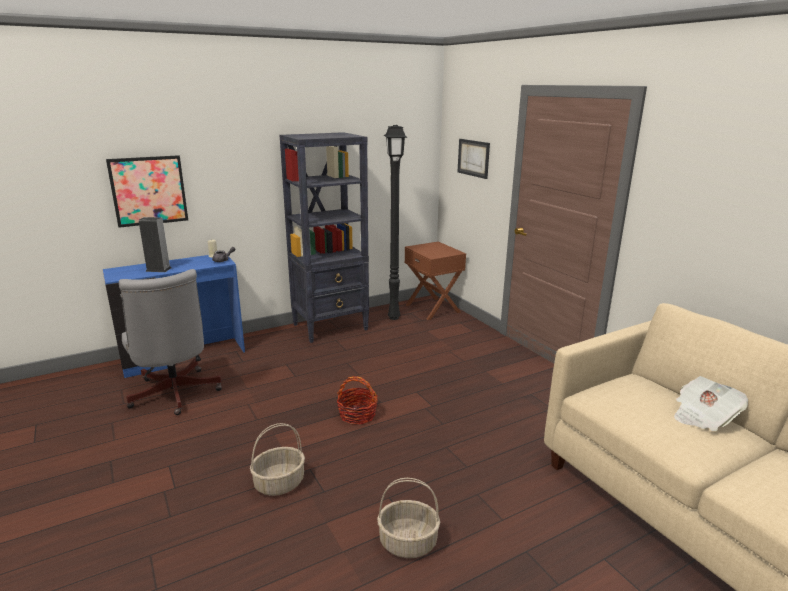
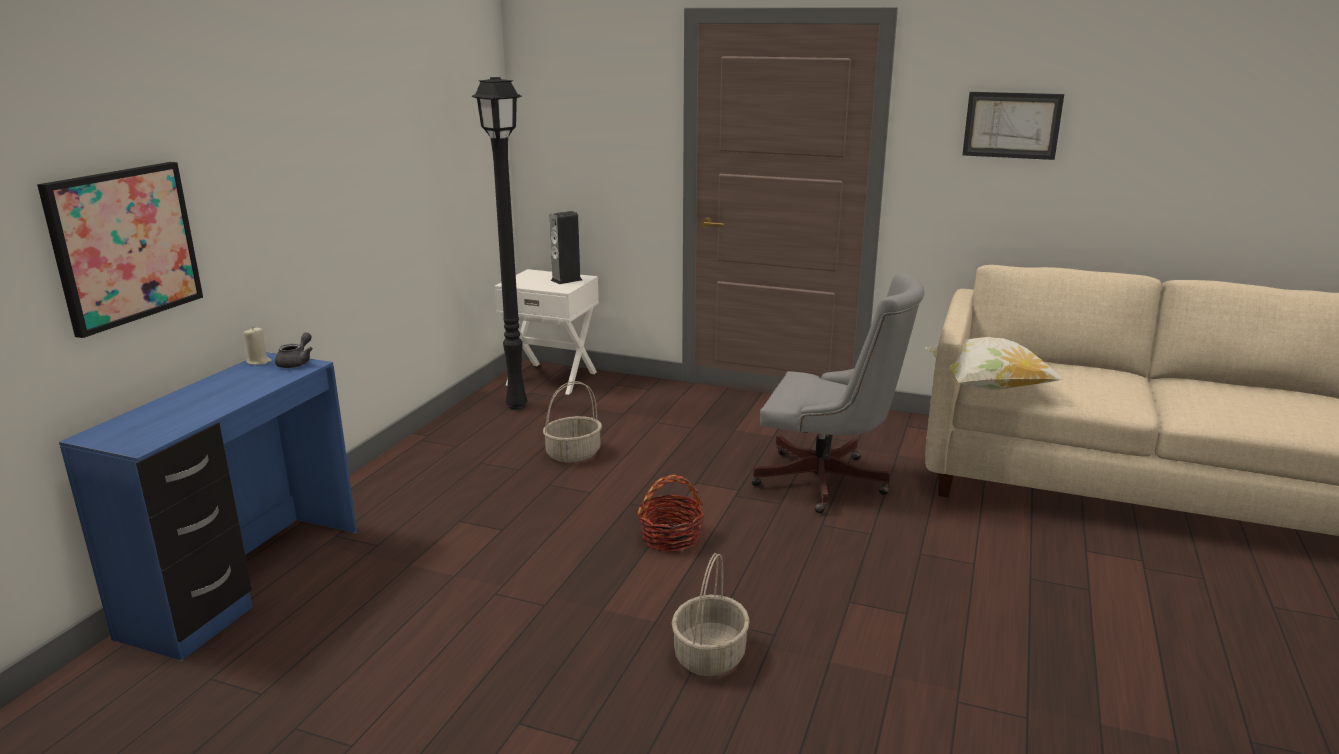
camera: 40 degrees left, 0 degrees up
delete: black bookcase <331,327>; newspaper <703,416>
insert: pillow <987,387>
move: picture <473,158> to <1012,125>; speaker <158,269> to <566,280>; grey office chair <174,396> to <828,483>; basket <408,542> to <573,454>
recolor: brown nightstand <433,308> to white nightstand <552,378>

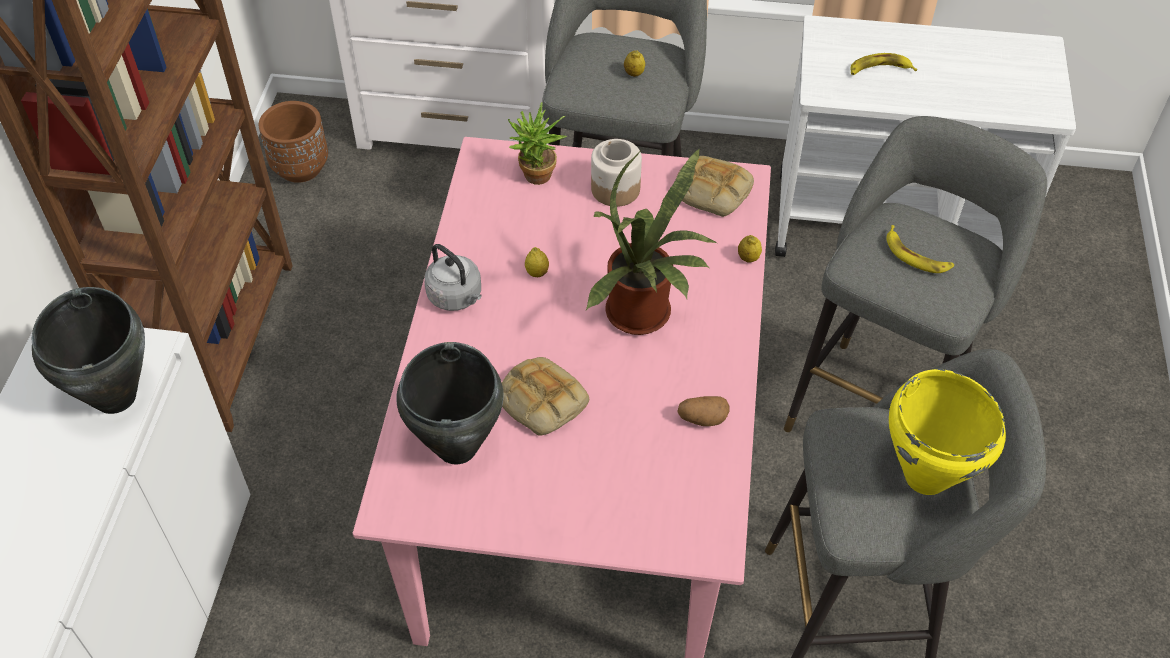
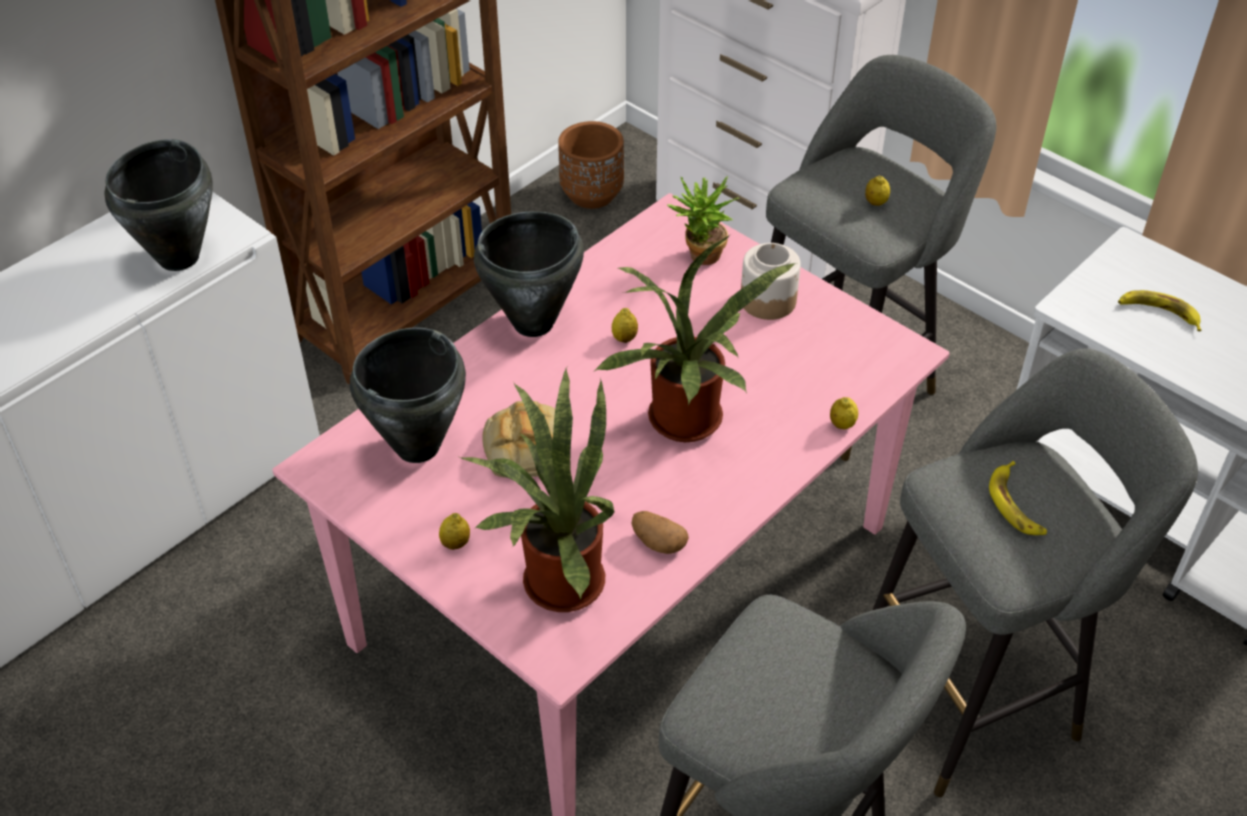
camera: 35 degrees right, 5 degrees down
delete: bread <710,191>; yellow cooking pot <926,476>
insert: potted plant <555,581>; lemon <455,543>
replace: grey kettle <457,297> to black cooking pot <534,323>

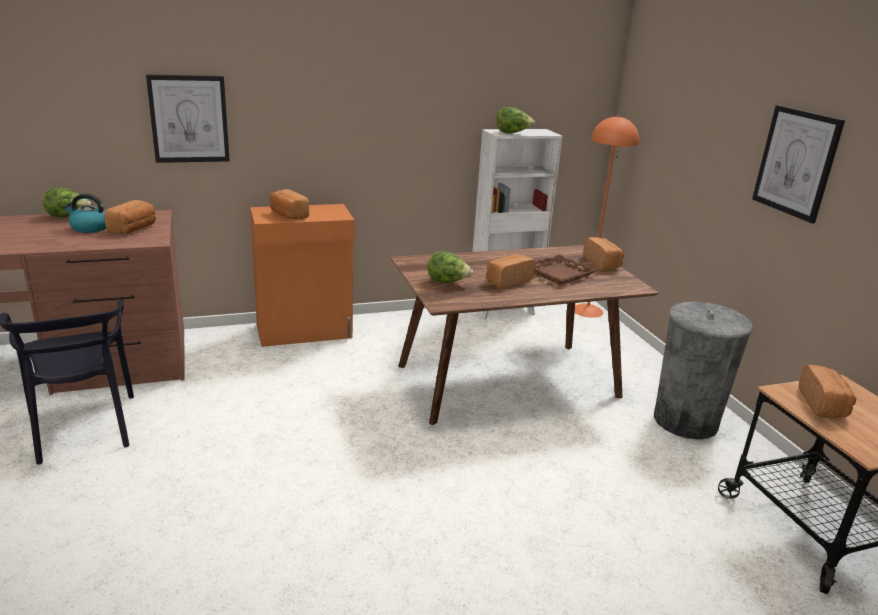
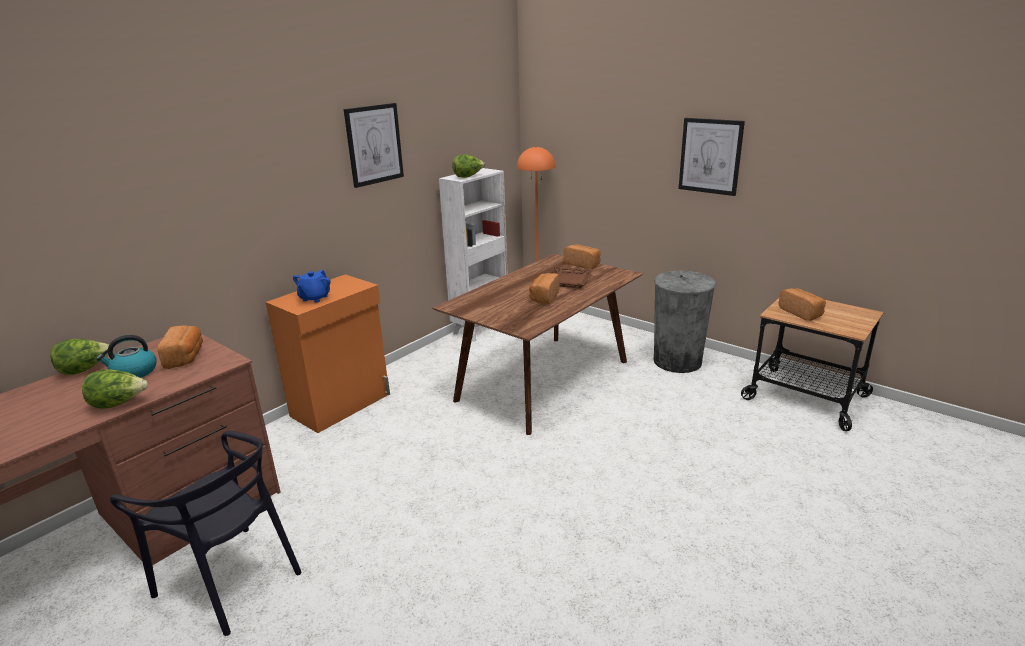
camera: 30 degrees left, 0 degrees up
move: picture <189,119> to <374,144>; lettuce <447,282> to <119,404>
replace: bread <288,215> to blue teapot <314,298>

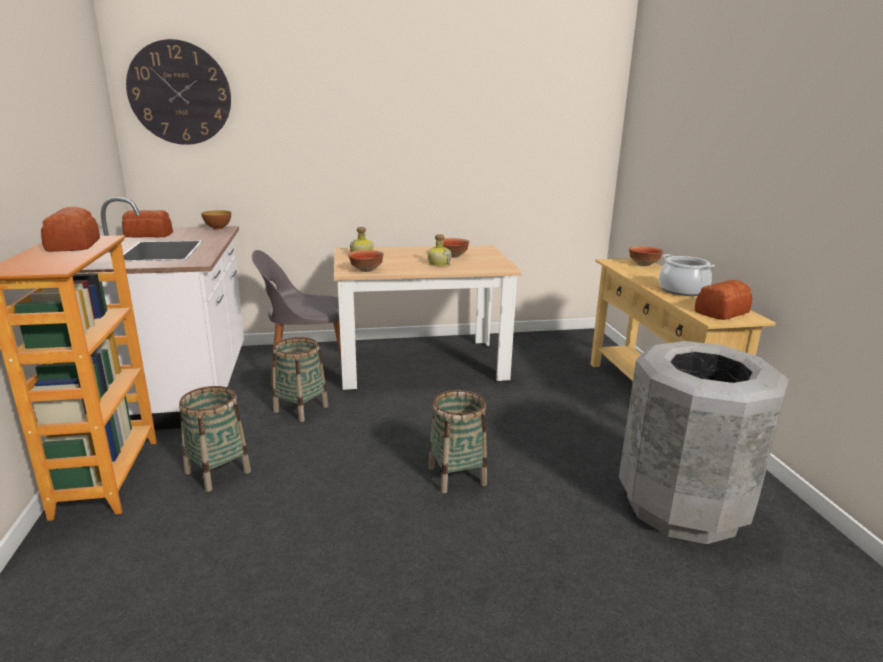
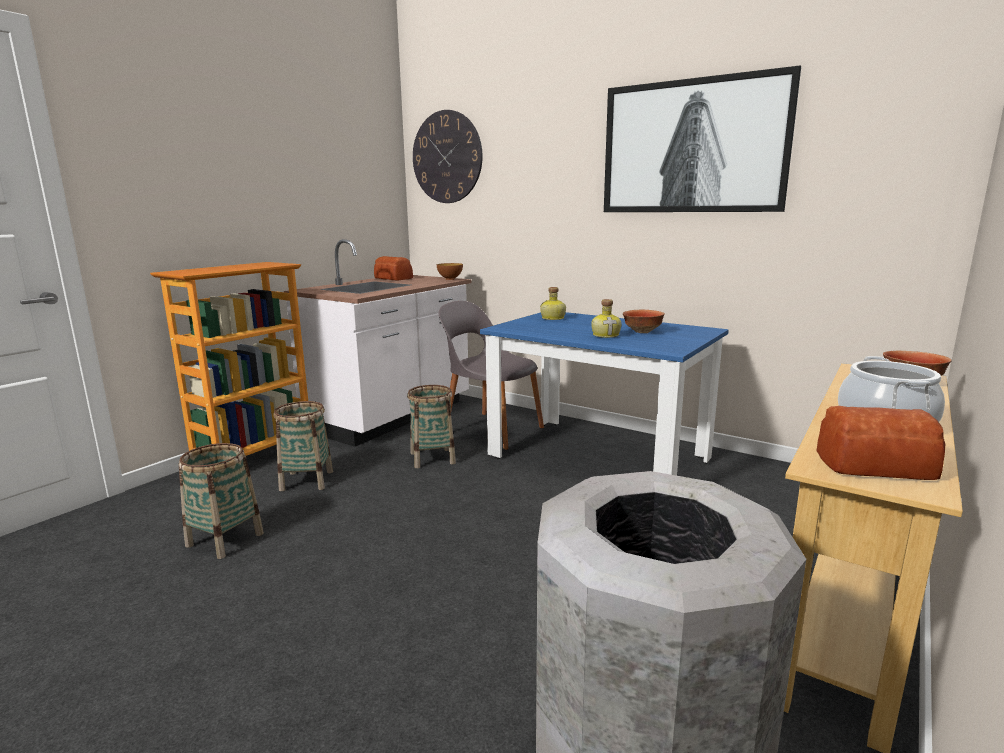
camera: 45 degrees right, 5 degrees down
delete: bread <72,245>; bowl <366,270>
insert: picture <693,147>
move: basket <457,476> to <225,540>
recolor: beige dining table <421,364> to blue dining table <598,457>

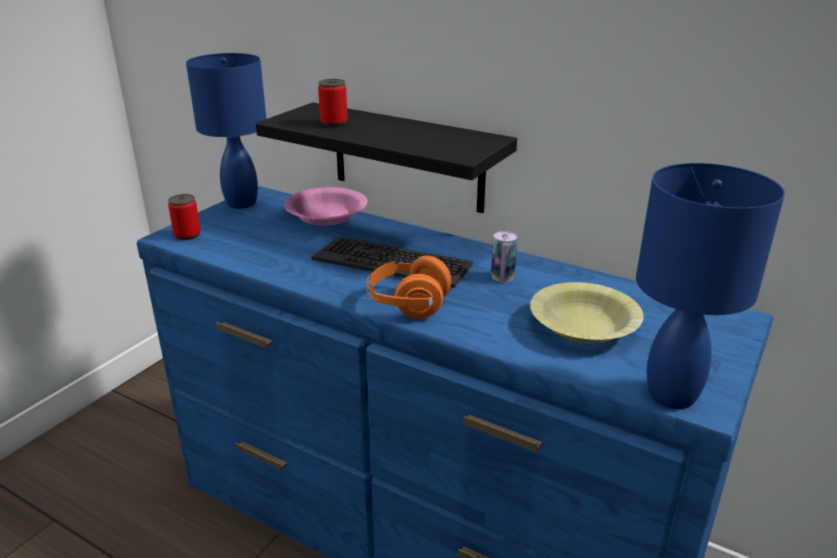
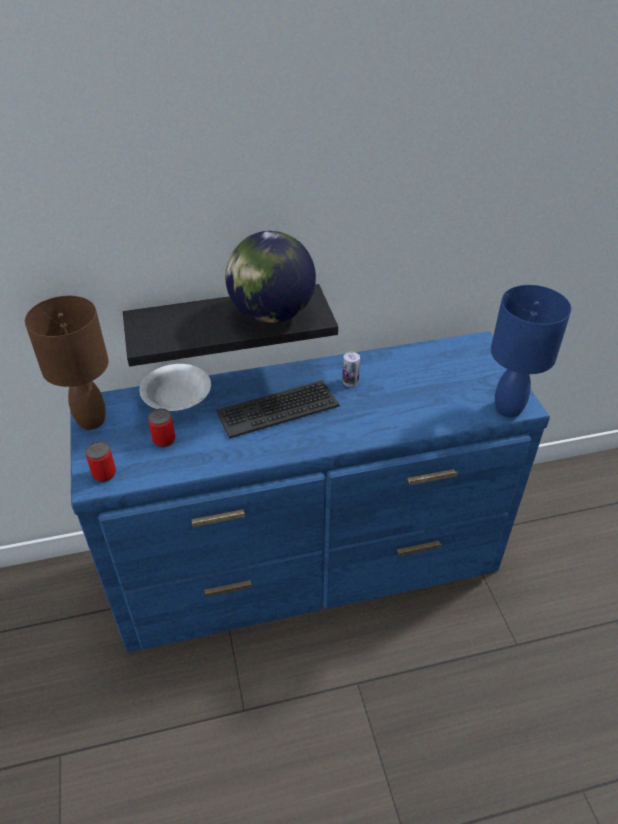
camera: 45 degrees left, 15 degrees up
delete: orange headphones <407,304>; yellow bowl <583,327>
insert: globe <272,314>
move: can <334,122> to <164,440>
recolor: blue table lamp <242,203> to brown table lamp <92,420>; pink bowl <326,217> to white bowl <177,396>

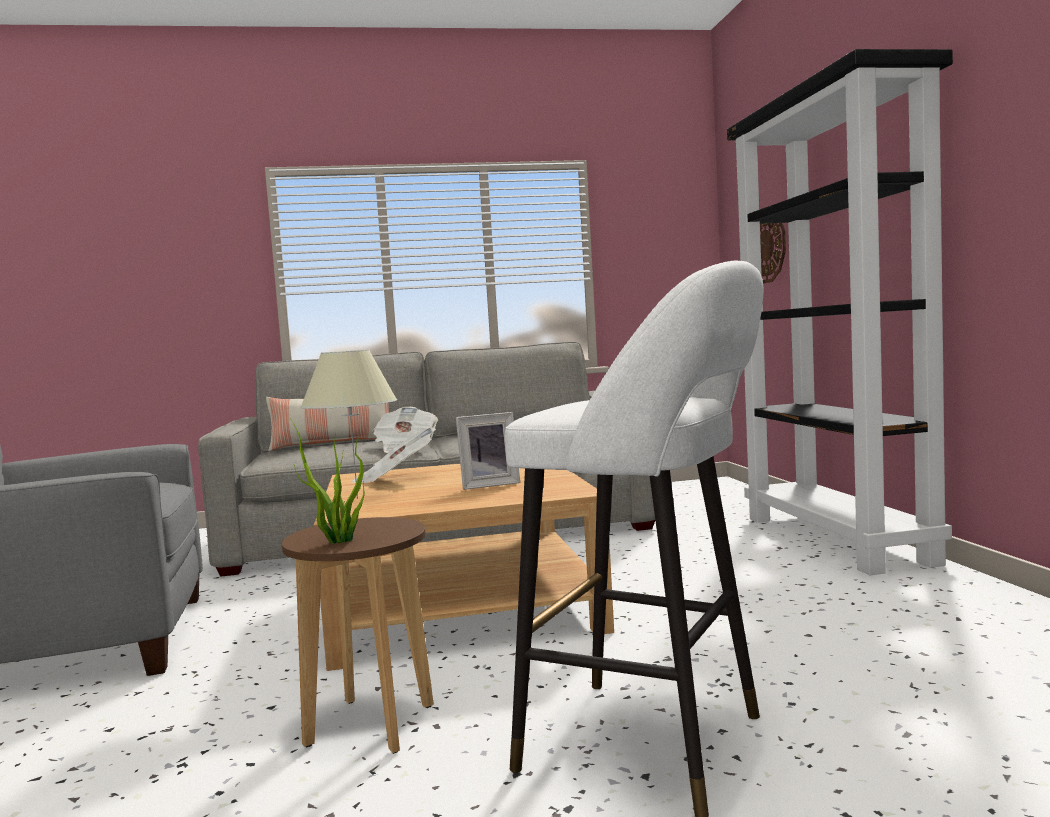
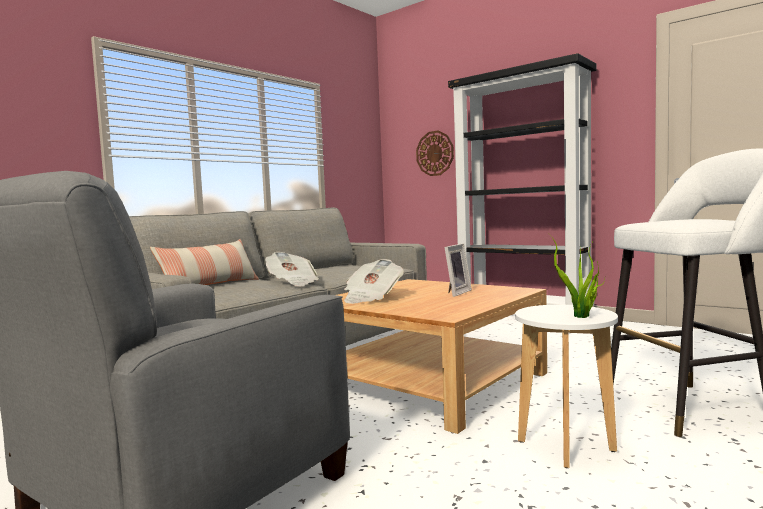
camera: 40 degrees left, 0 degrees up
delete: beige table lamp <357,498>
recolor: brown stool <369,725> to white stool <565,446>

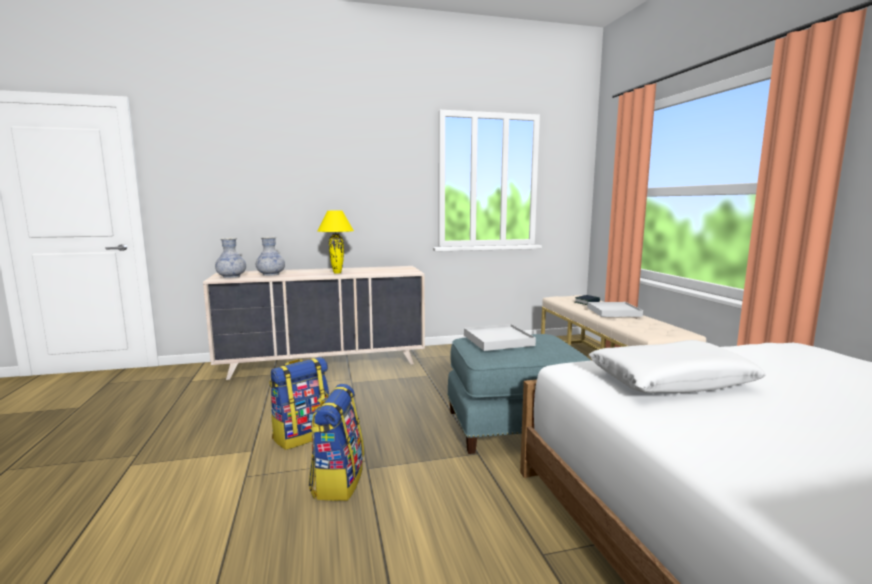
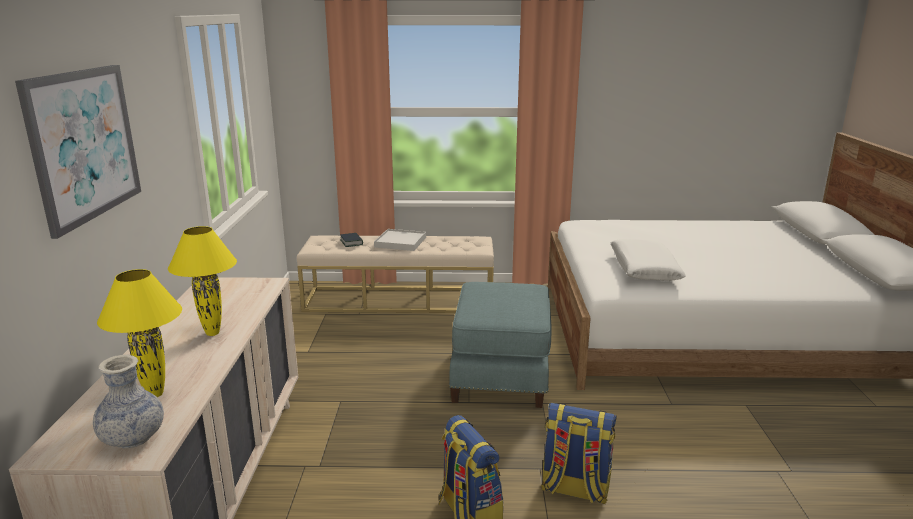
camera: 75 degrees left, 10 degrees up
delete: white tray <498,340>
insert: picture <84,144>
replace: vase <271,274> to yellow table lamp <155,394>

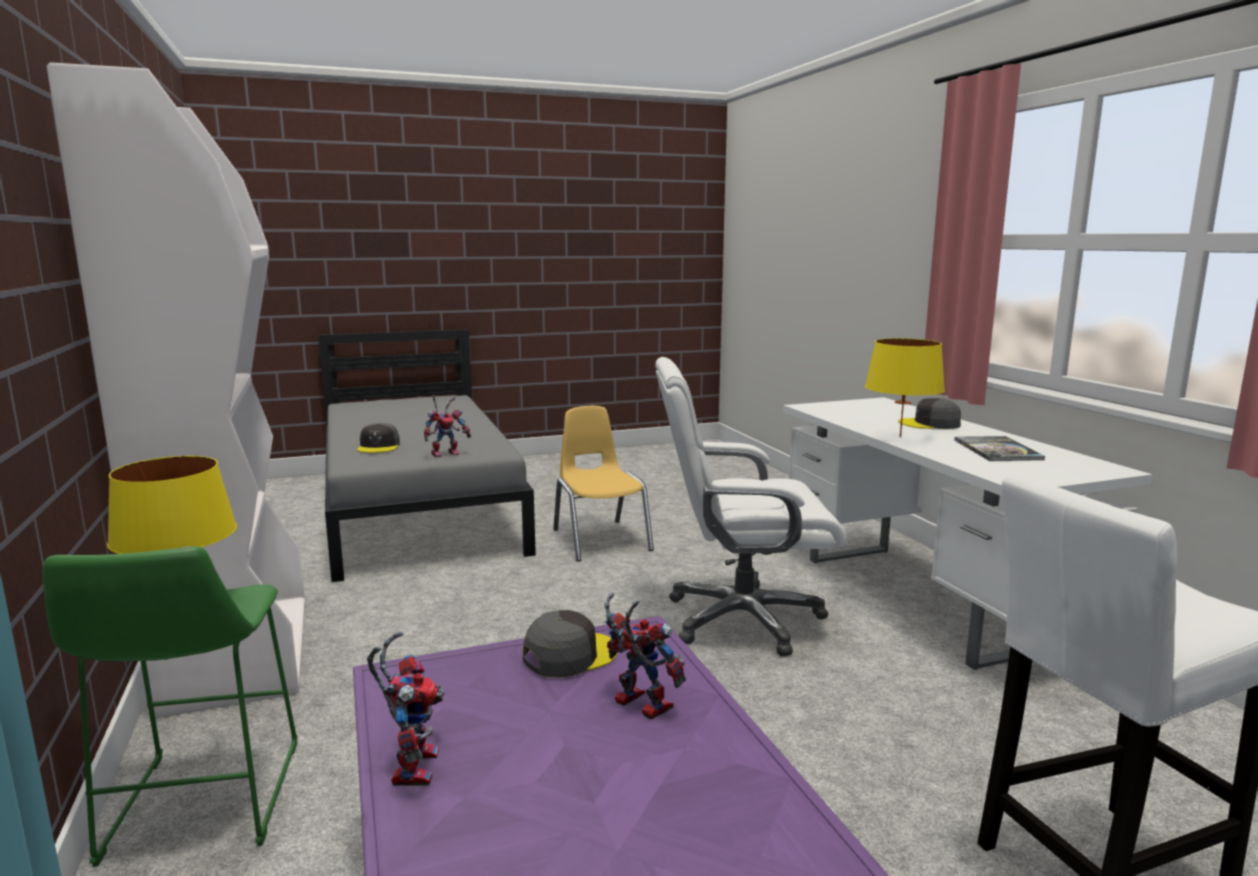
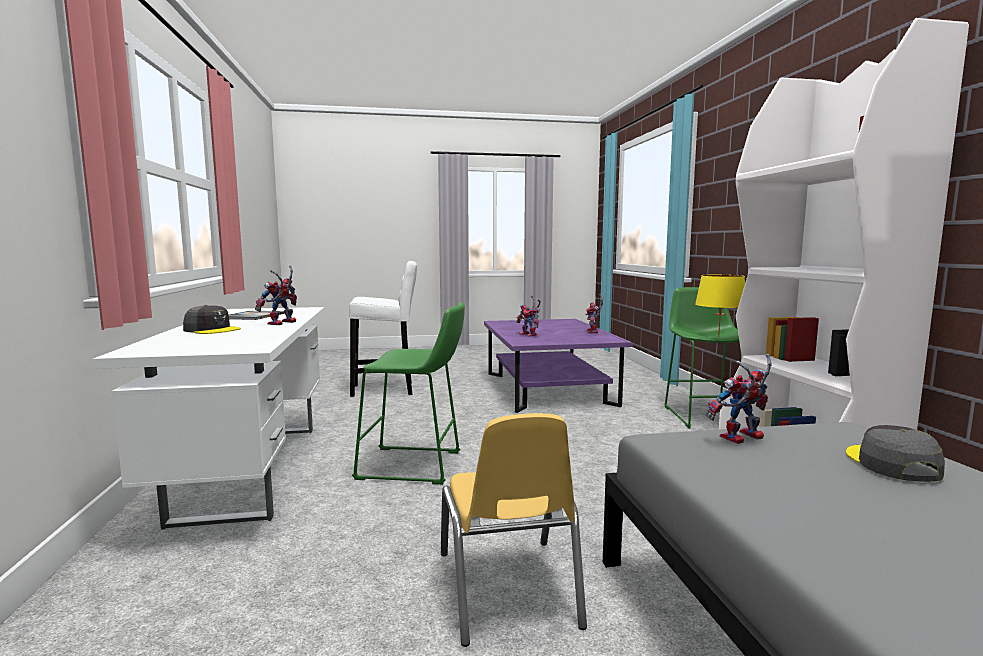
camera: 170 degrees left, 5 degrees down
delete: grey cap <569,655>
replace: yellow table lamp <900,437> to toy robot <281,323>; white office chair <741,619> to green stool <415,466>

